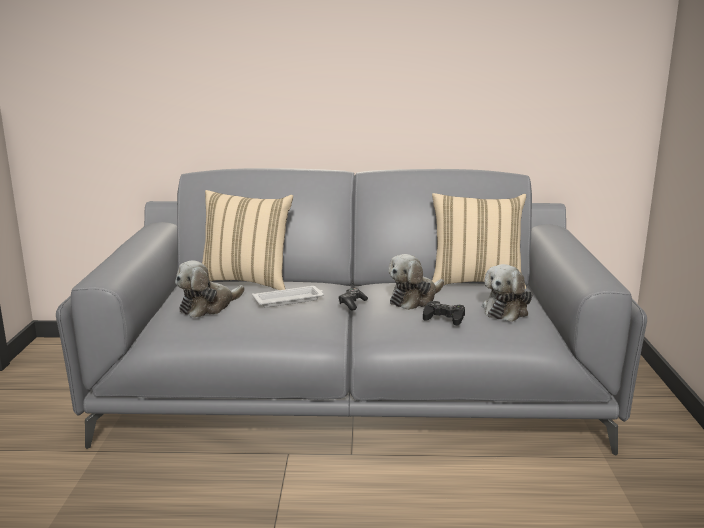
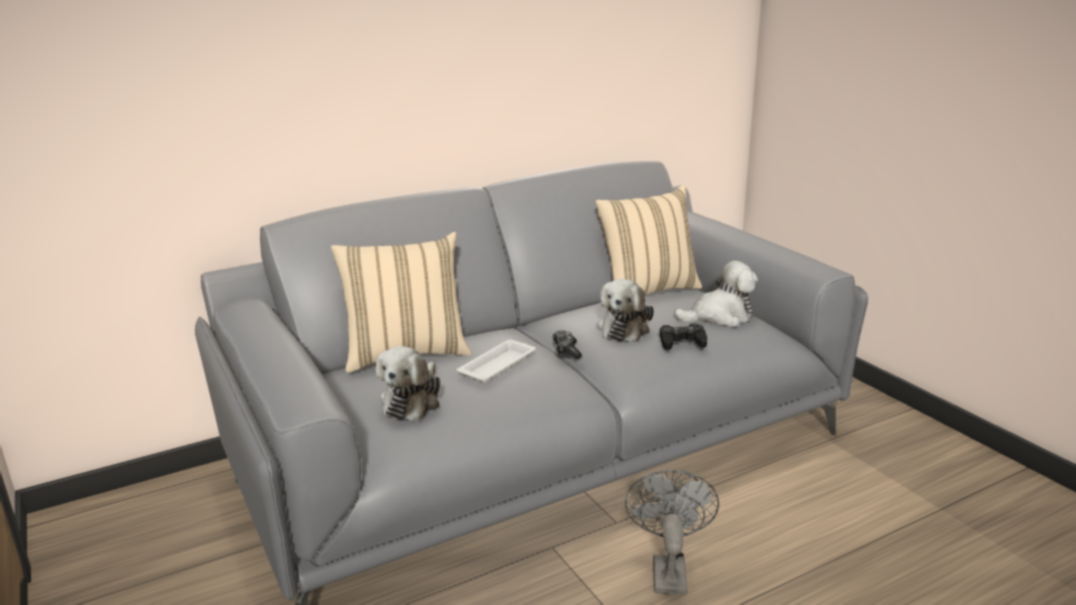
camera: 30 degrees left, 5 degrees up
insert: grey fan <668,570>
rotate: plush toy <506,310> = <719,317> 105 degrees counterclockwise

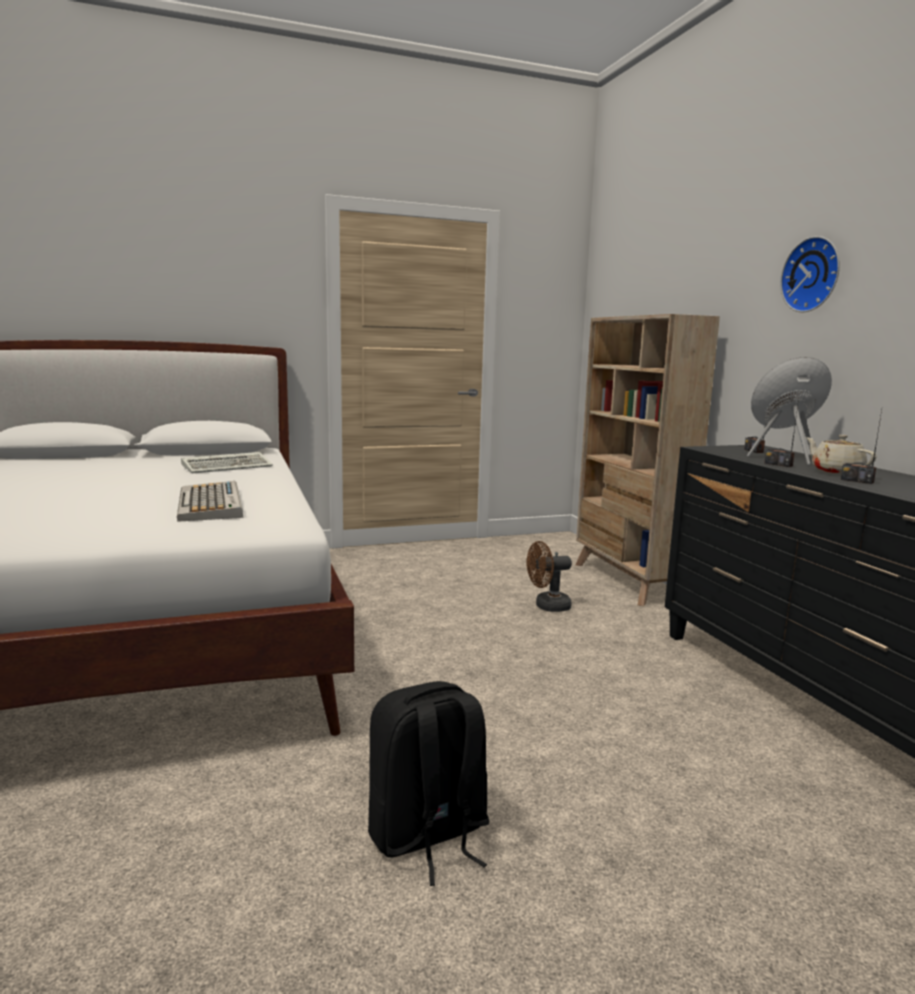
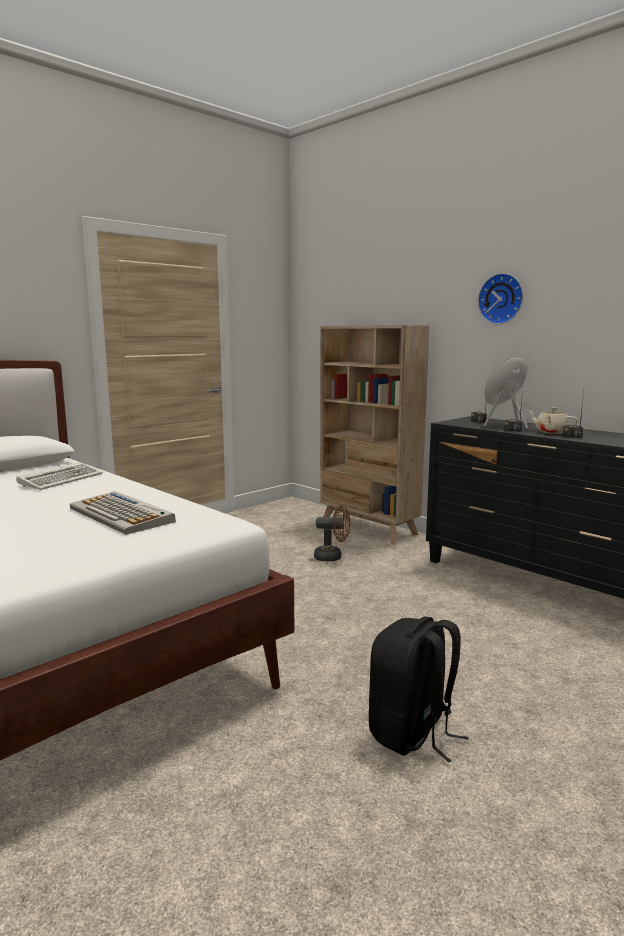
camera: 25 degrees left, 0 degrees up
rotate: brown fan <547,606> = <332,557> 135 degrees counterclockwise

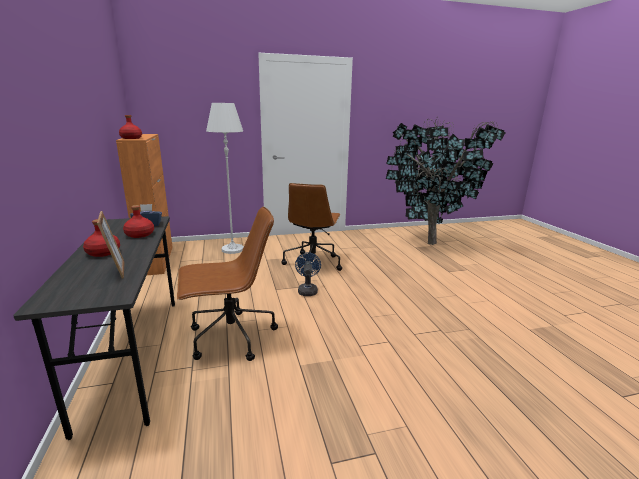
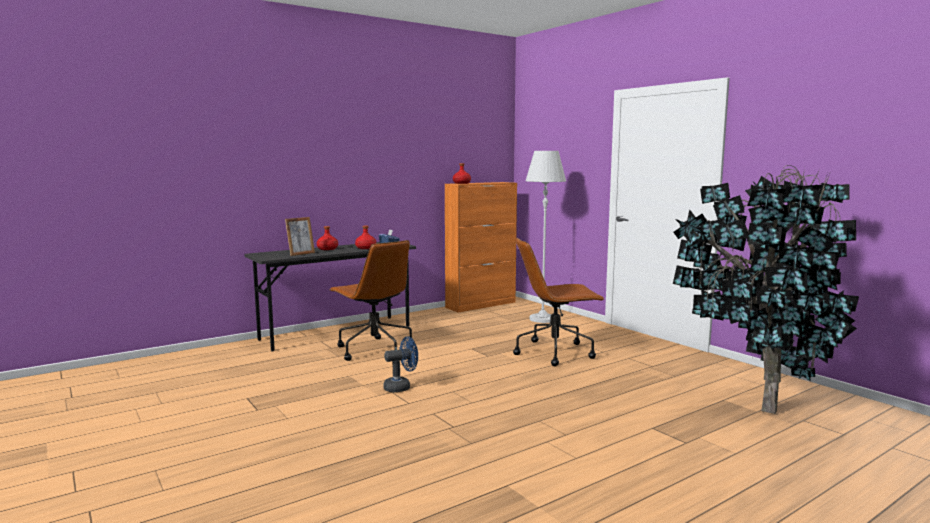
camera: 70 degrees right, 10 degrees down
move: blue fan <307,290> to <401,387>

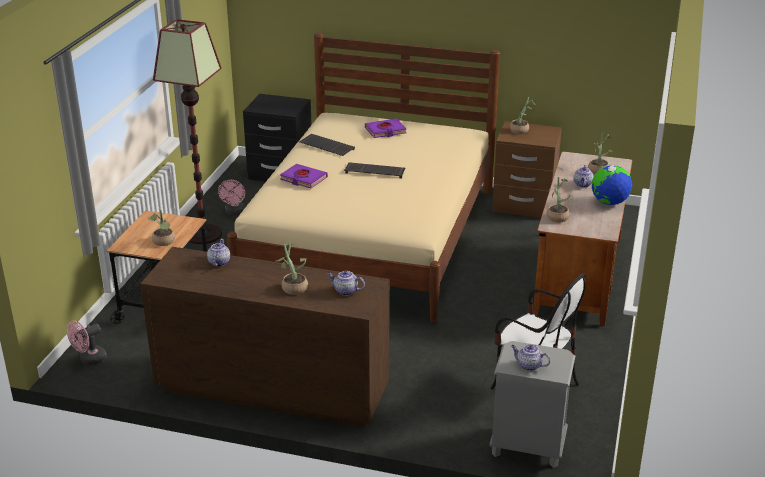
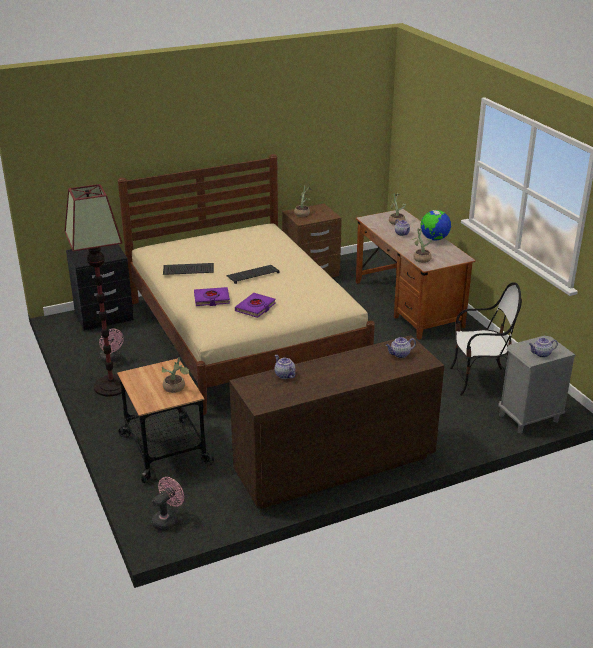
camera: 40 degrees left, 0 degrees up
delete: potted plant <292,287>
move: purple book <385,131> to <255,308>
rotate: pink fan <89,360> = <167,519> 150 degrees counterclockwise

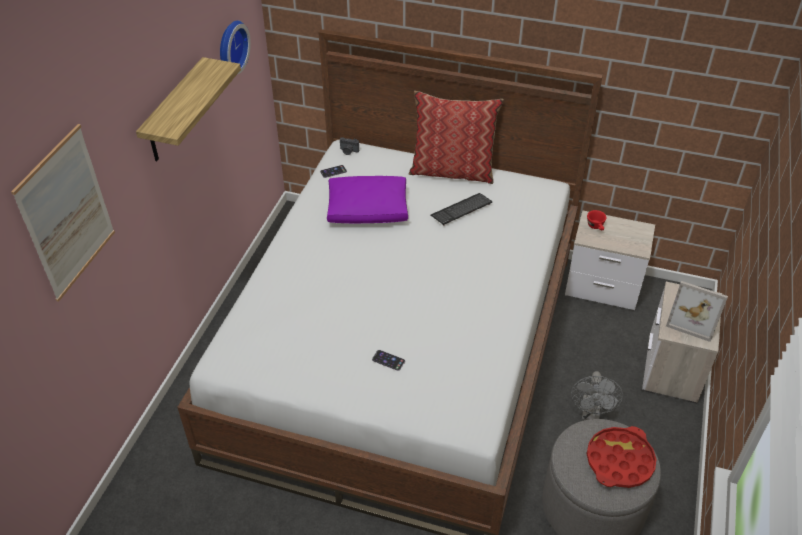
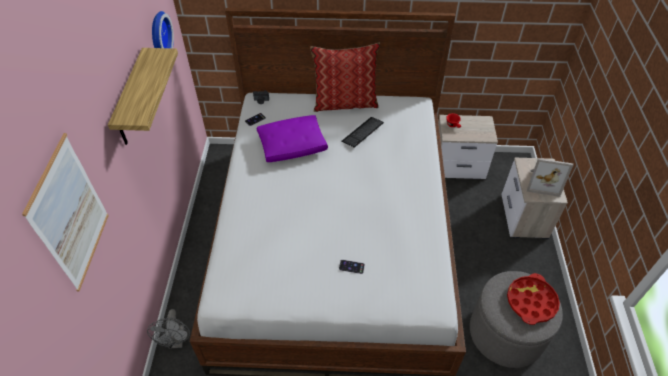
camera: 15 degrees left, 5 degrees up
move: grey fan <591,413> to <176,341>

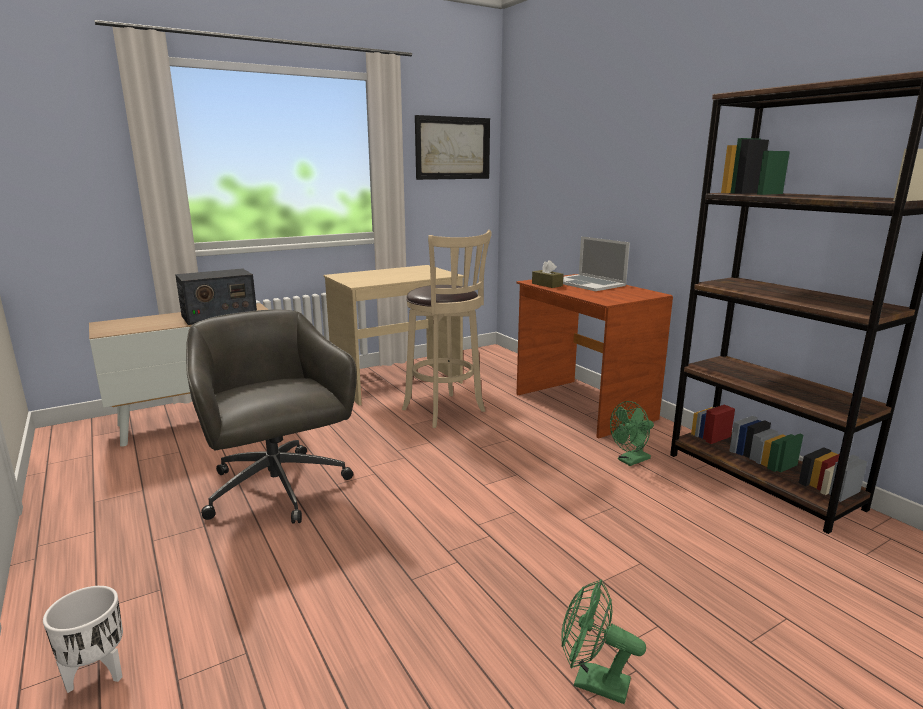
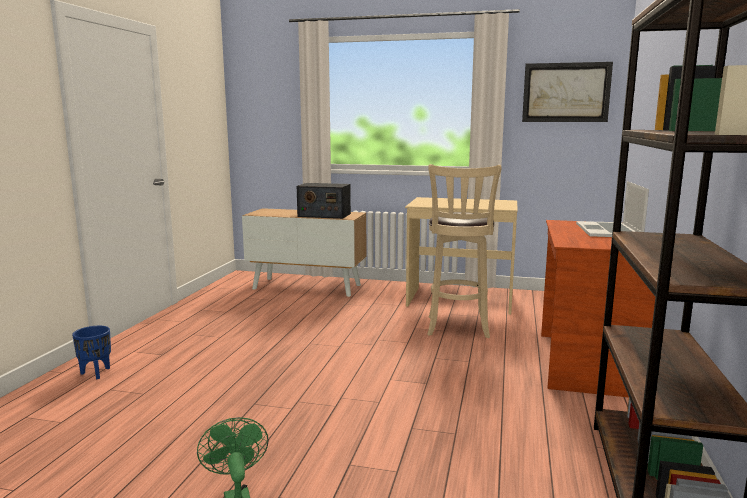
camera: 45 degrees right, 5 degrees down
delete: brown tissue box <547,284>; grey office chair <278,490>; green fan <630,461>
recolor: white planter <97,673> to blue planter <96,373>

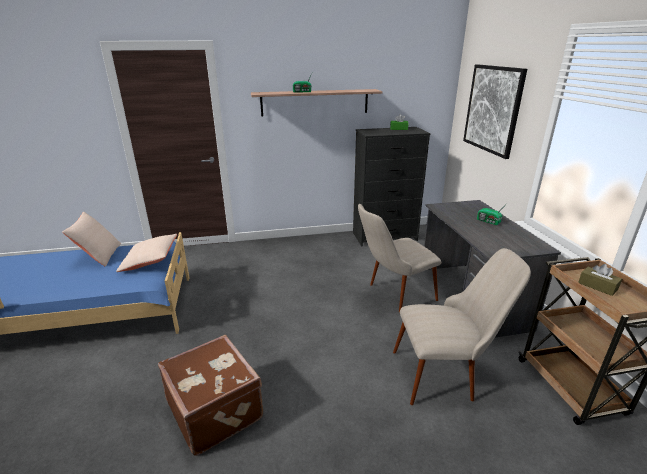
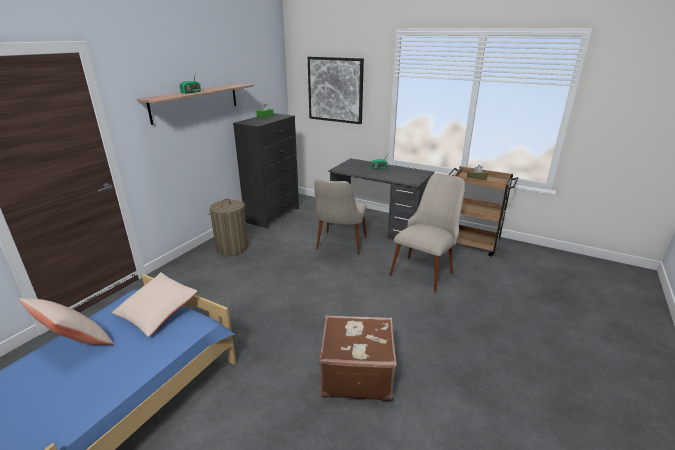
camera: 50 degrees left, 0 degrees up
insert: laundry basket <232,248>

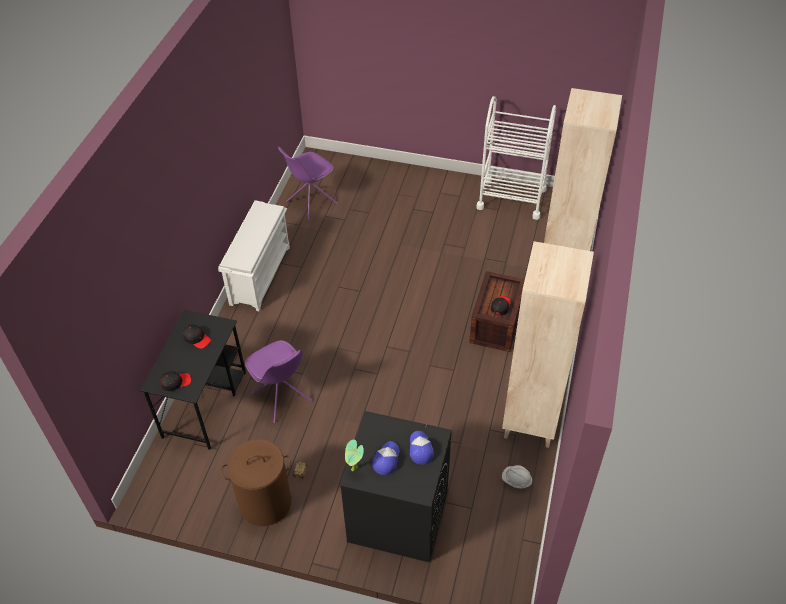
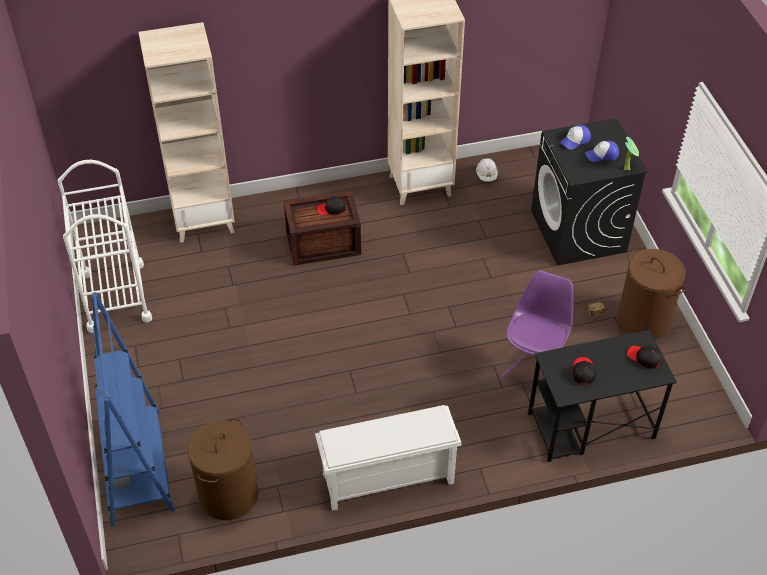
camera: 120 degrees left, 0 degrees up
insert: blue bookcase <136,467>
replace: purple chair <311,203> to brown laundry basket <228,495>

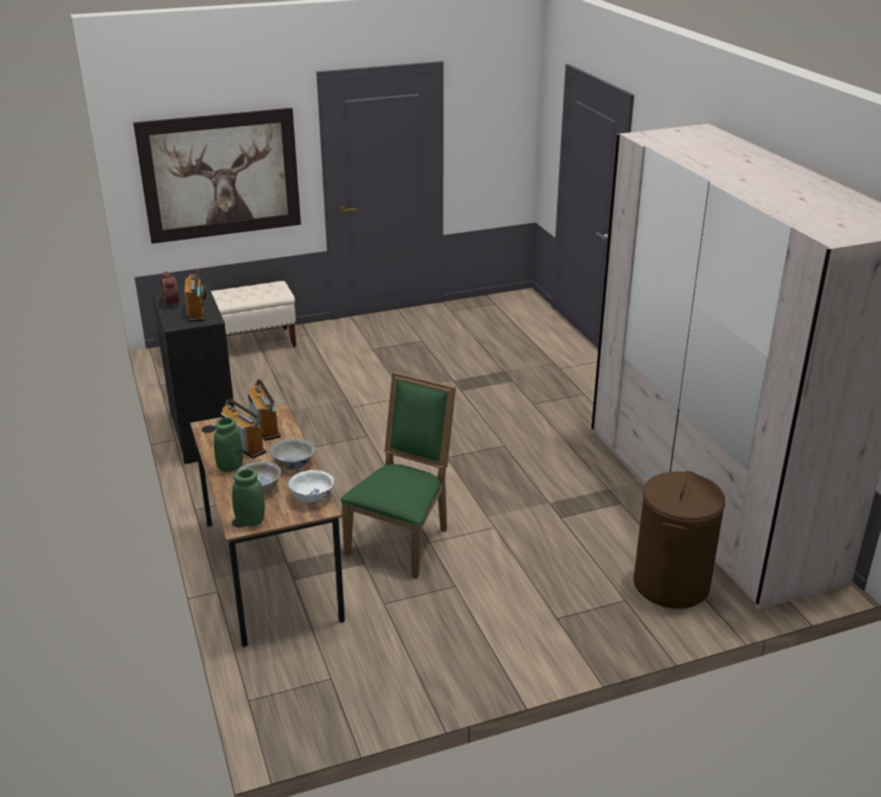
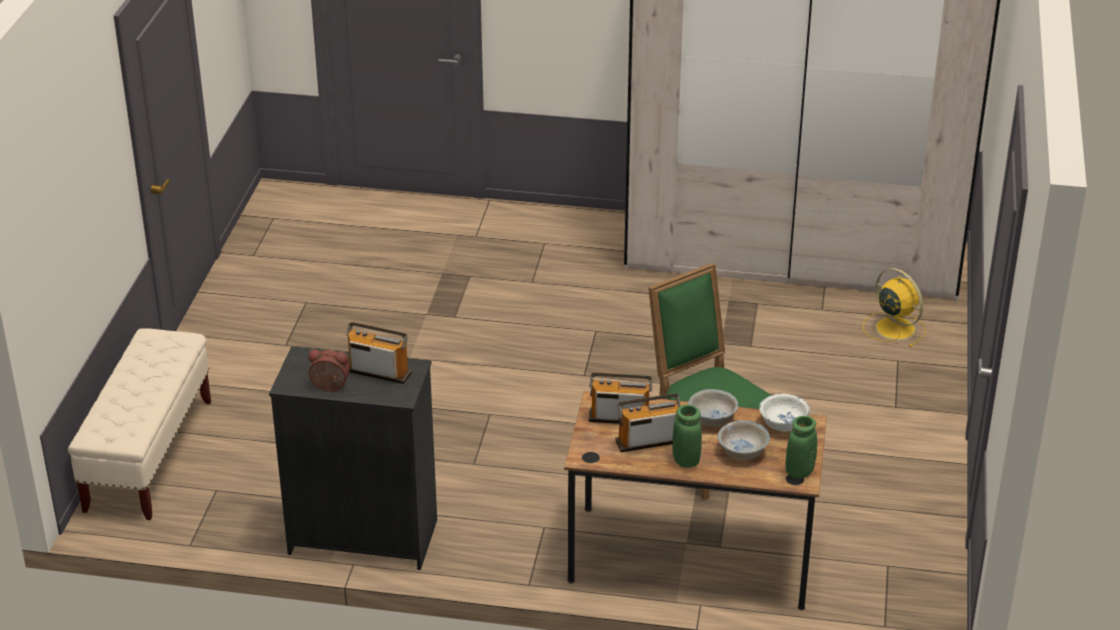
camera: 60 degrees left, 5 degrees up
delete: picture <220,175>
replace: brown laundry basket <670,584> to yellow fan <893,328>

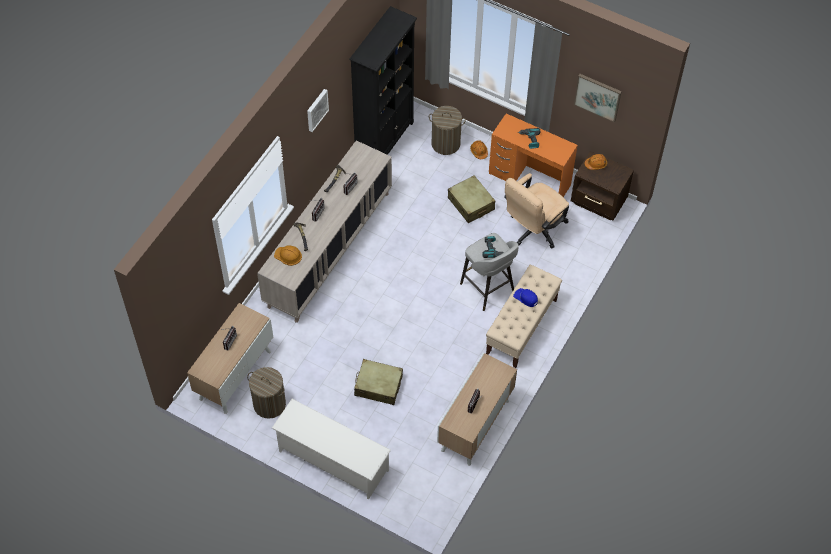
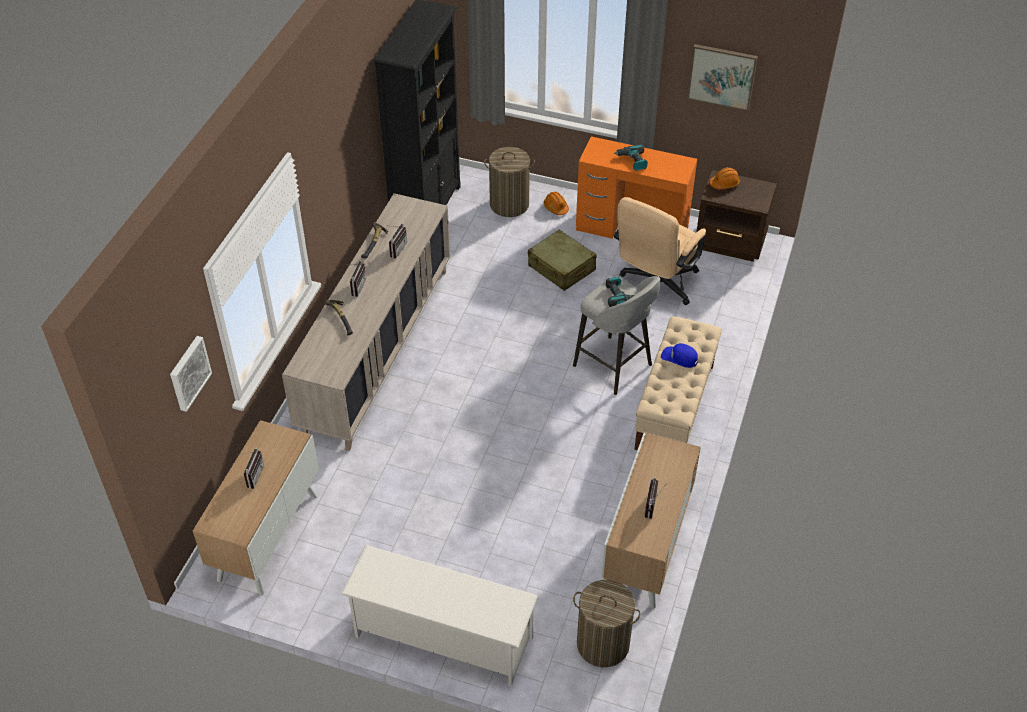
camera: 10 degrees left, 10 degrees down
delete: orange hard hat <288,256>; beige suitcase <378,386>
move: picture <316,109> to <188,372>; laundry basket <269,404> to <602,644>

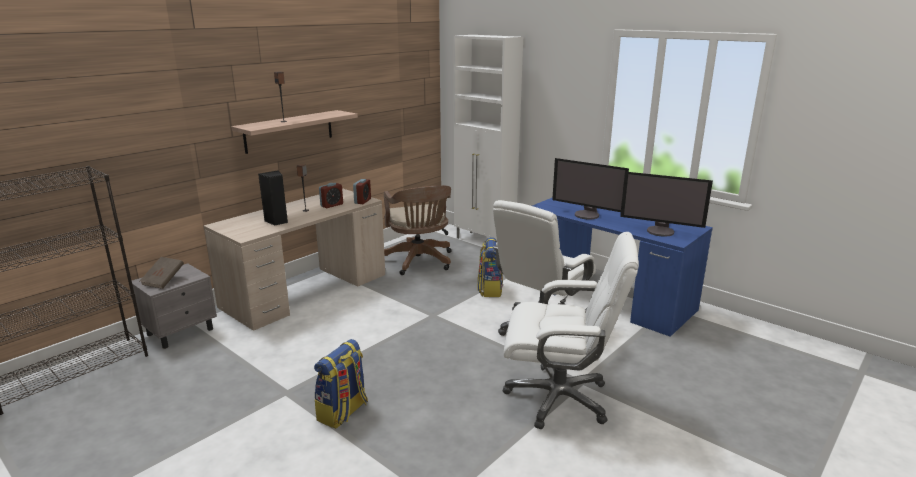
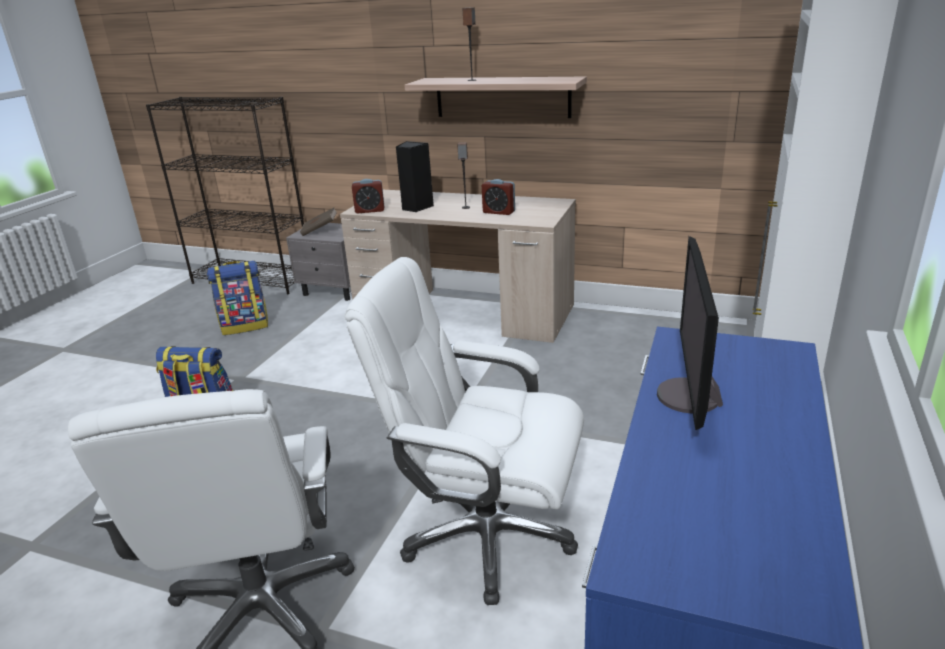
camera: 70 degrees right, 5 degrees up
delete: monitor <660,231>; brown office chair <419,262>
move: alarm clock <362,201> to <370,210>; backpack <489,289> to <245,326>

